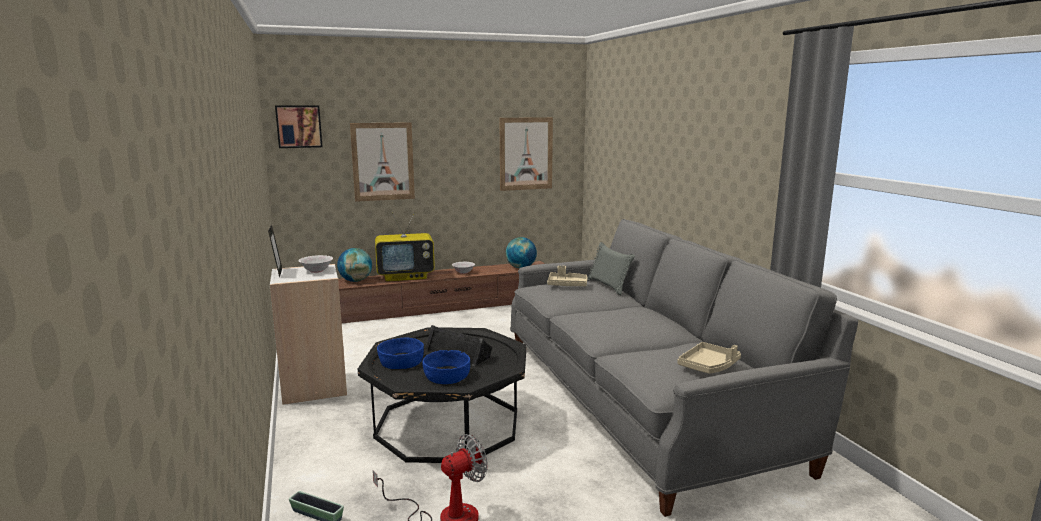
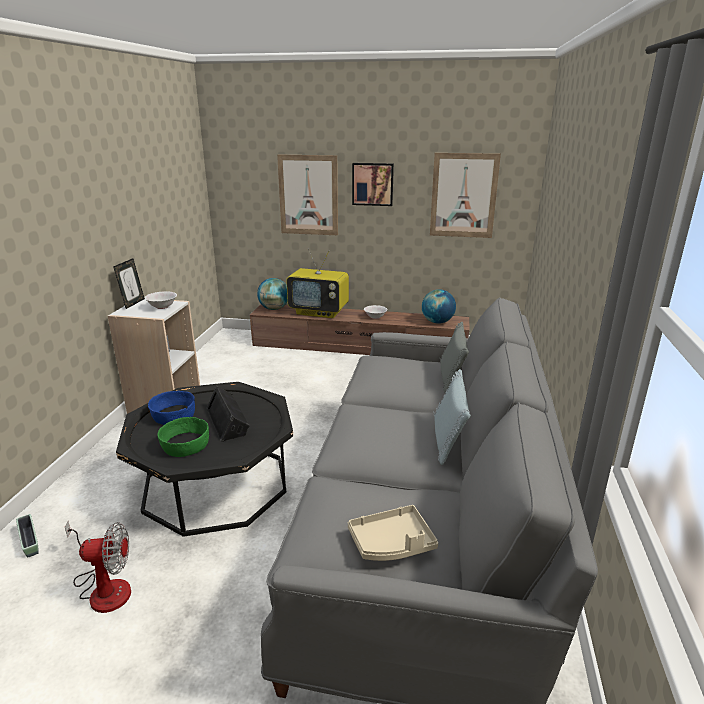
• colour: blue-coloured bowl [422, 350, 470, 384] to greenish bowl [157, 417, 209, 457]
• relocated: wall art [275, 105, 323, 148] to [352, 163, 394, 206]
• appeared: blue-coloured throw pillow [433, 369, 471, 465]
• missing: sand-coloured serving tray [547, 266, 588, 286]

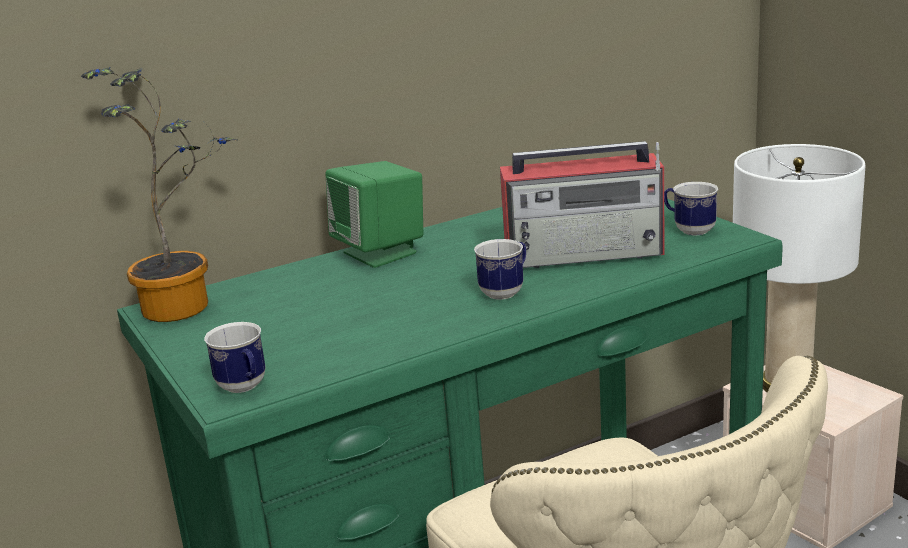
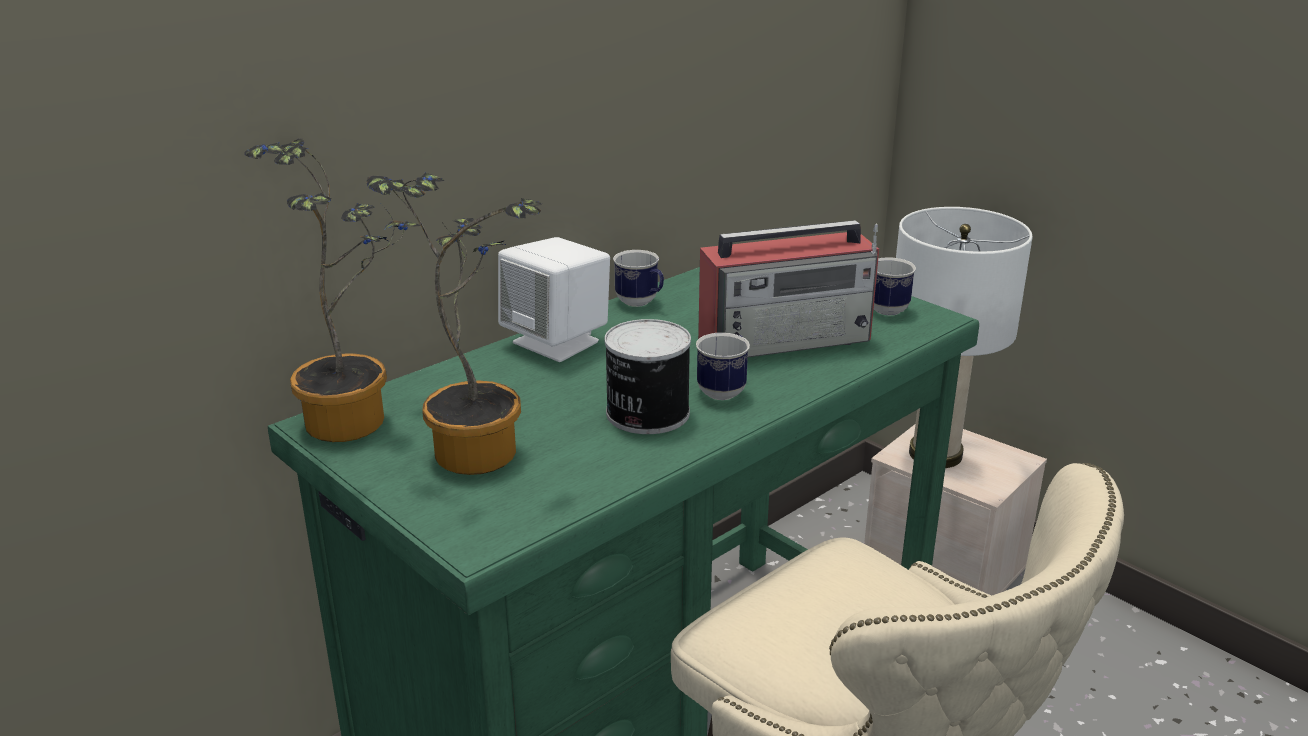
• appeared: plant in a pot [367, 172, 542, 475]
• colour: greenish audio speaker [325, 161, 423, 268] to white-coloured audio speaker [498, 237, 610, 362]
• appeared: metal can [604, 319, 691, 434]
• relocated: tea mug [204, 322, 265, 393] to [613, 250, 664, 307]

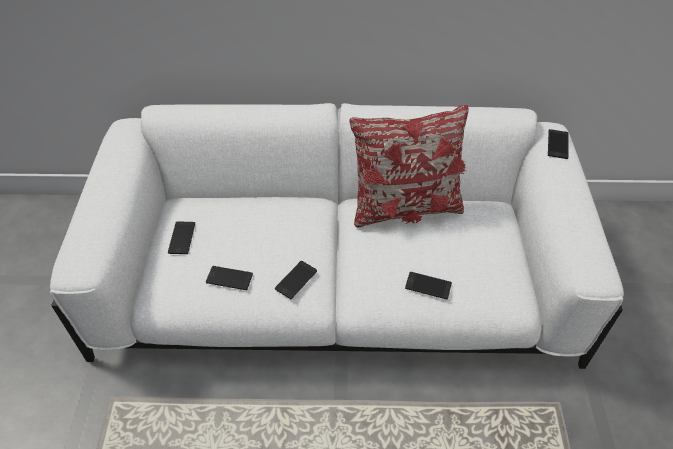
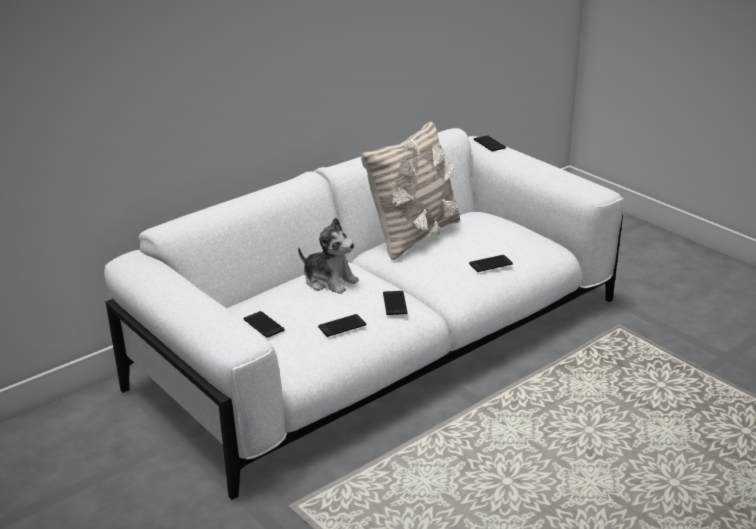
• appeared: soft toy [298, 217, 359, 294]
• colour: reddish throw pillow [350, 105, 469, 227] to sand-coloured throw pillow [361, 122, 460, 260]

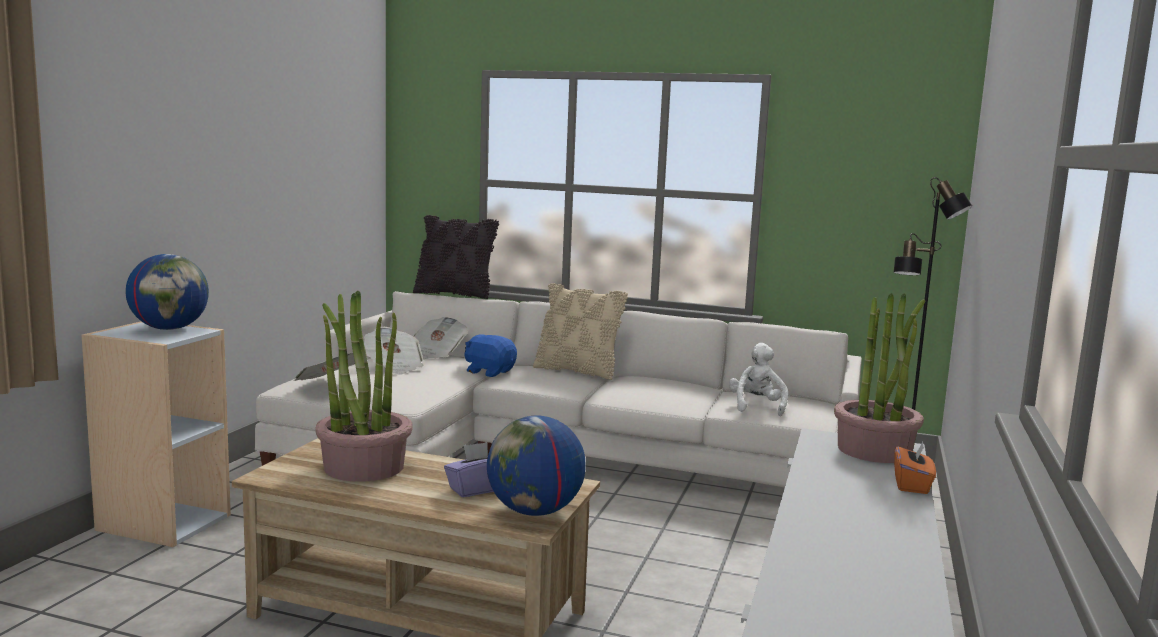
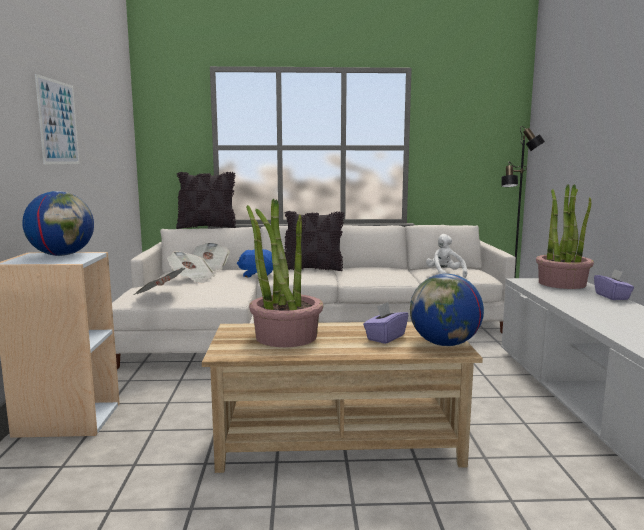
• appeared: wall art [35, 74, 80, 165]
• colour: sand-coloured throw pillow [533, 283, 628, 380] to blackish throw pillow [284, 211, 345, 271]
• colour: orange-coloured tissue box [894, 442, 936, 494] to purplish tissue box [594, 269, 634, 300]

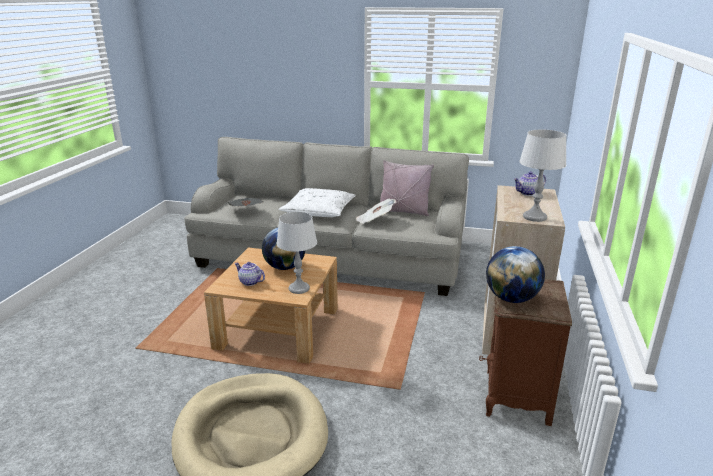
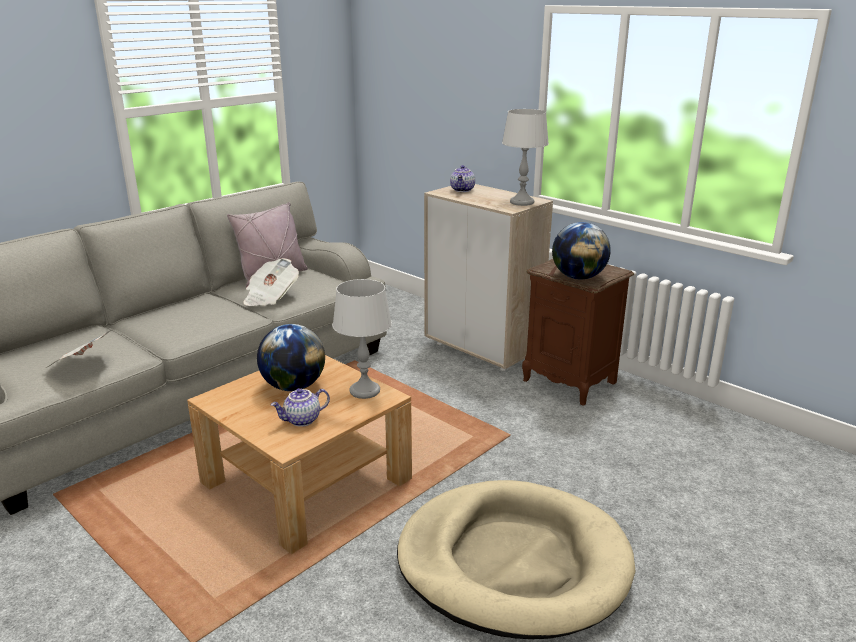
• missing: white-coloured throw pillow [279, 188, 356, 217]

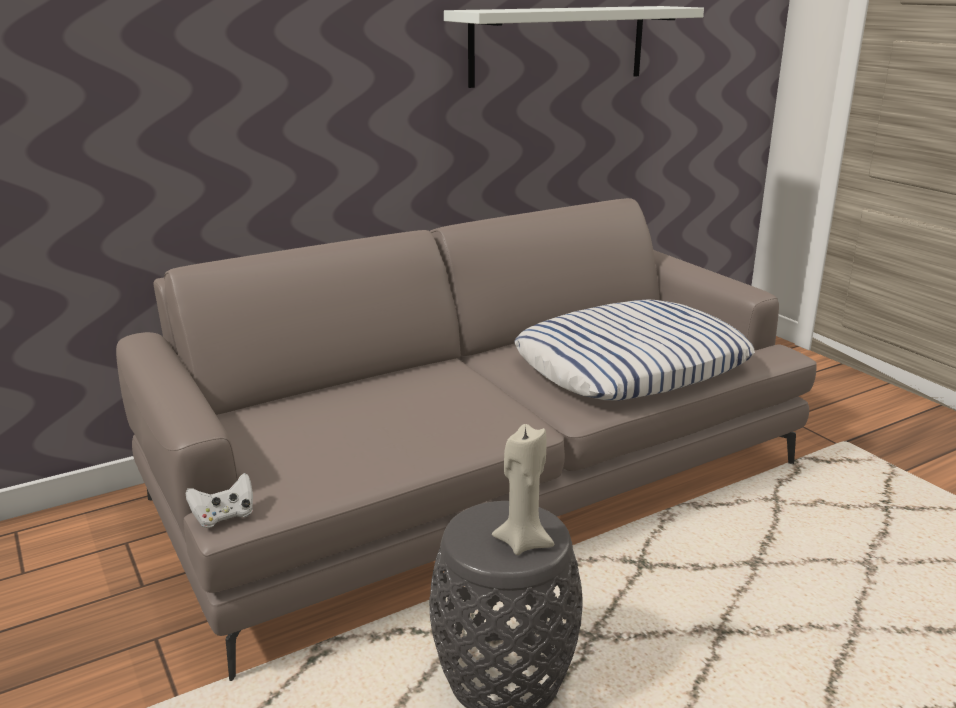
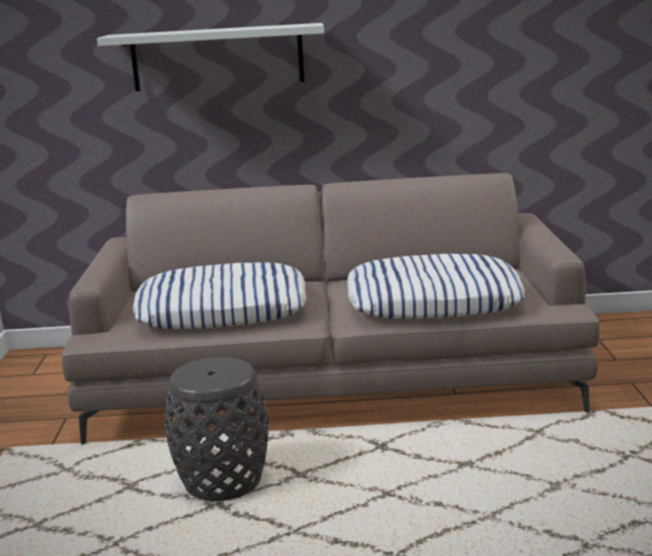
• relocated: white-coloured wall shelf [444, 6, 704, 88] to [97, 23, 324, 91]
• appeared: throw pillow [133, 262, 307, 329]
• missing: white-coloured joypad [186, 473, 253, 528]
• missing: sand-coloured wax light [492, 424, 554, 555]

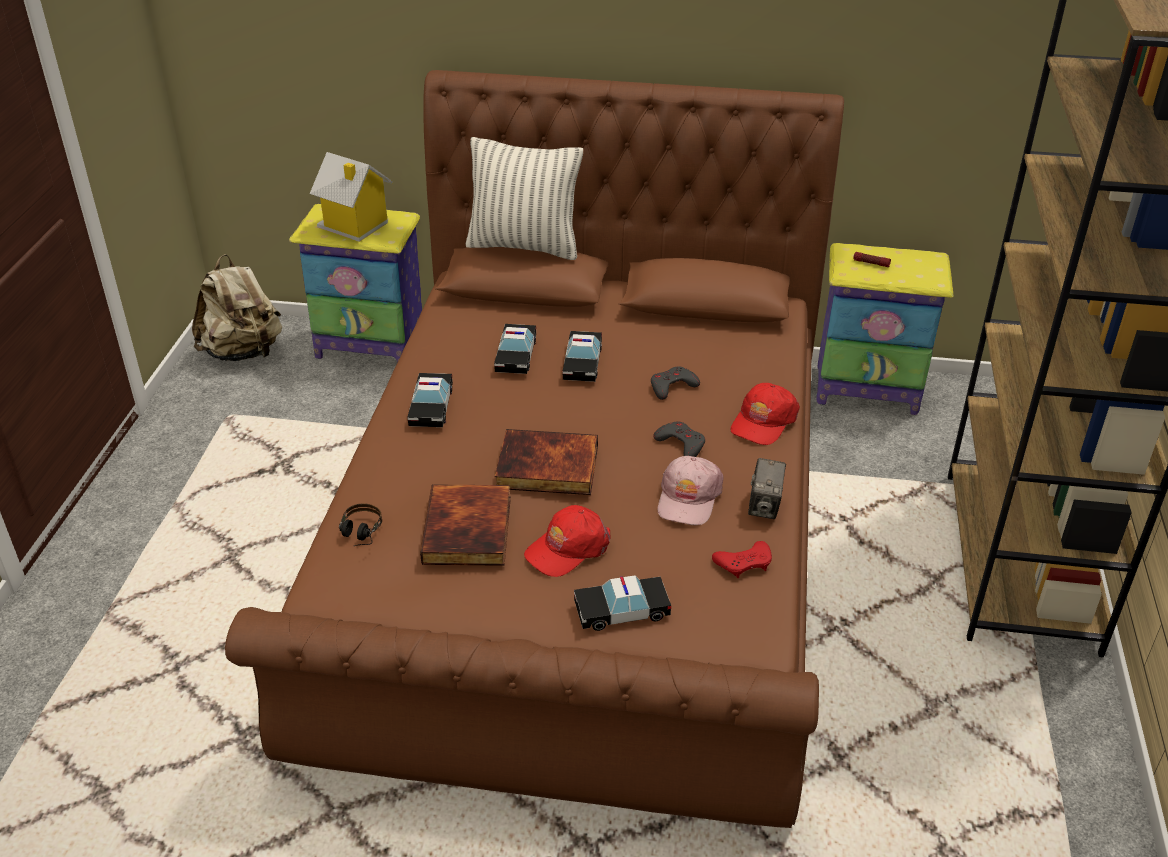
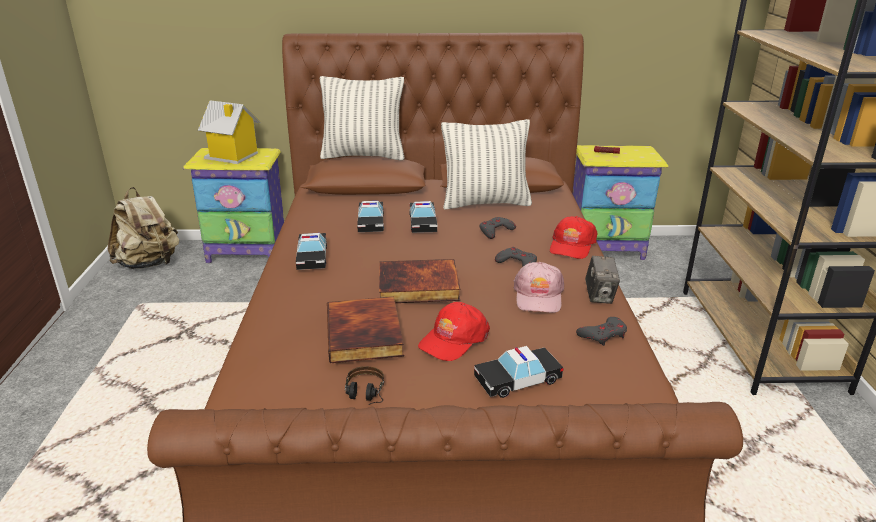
• relocated: headset [339, 503, 382, 546] to [345, 366, 384, 405]
• appeared: throw pillow [441, 119, 532, 210]
• colour: reddish joypad [712, 541, 772, 578] to gray joypad [576, 317, 627, 346]

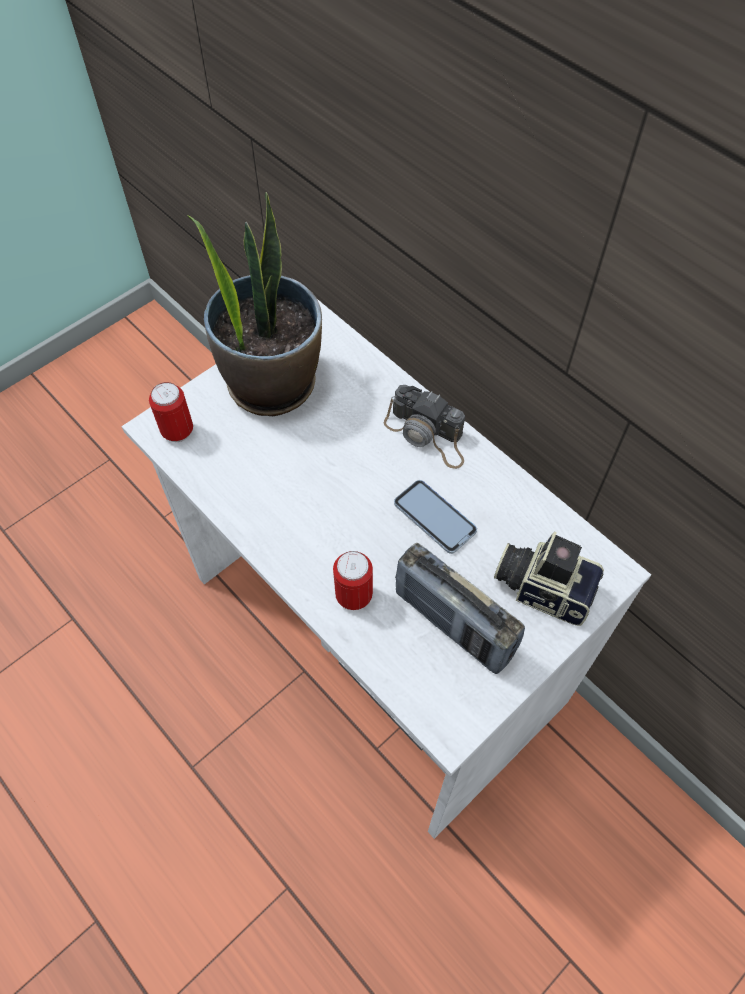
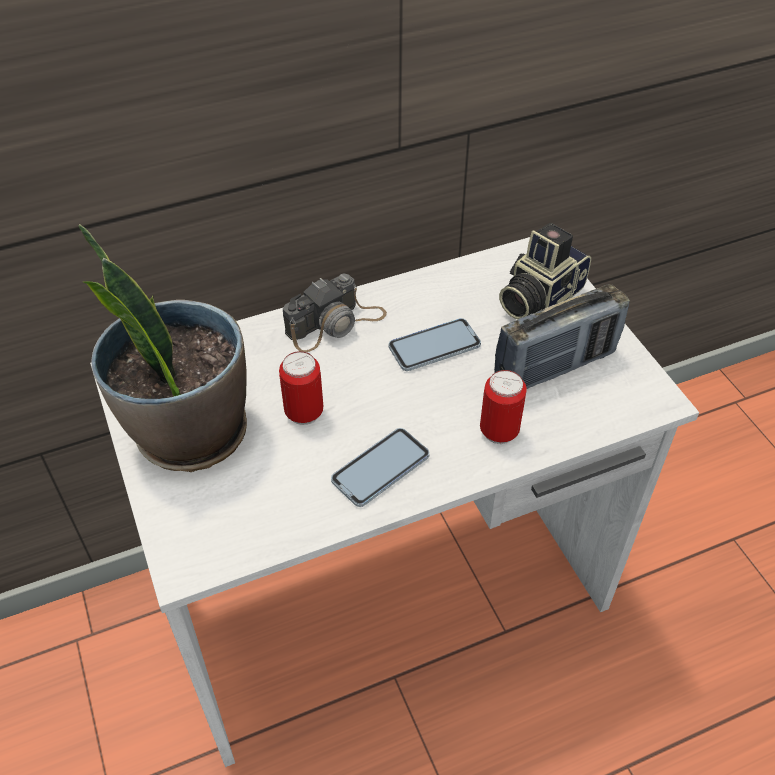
• relocated: metal can [149, 382, 193, 442] to [279, 351, 323, 425]
• appeared: phone [331, 428, 430, 507]

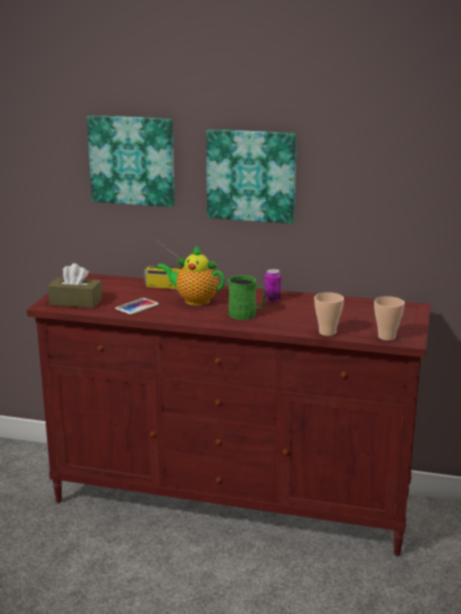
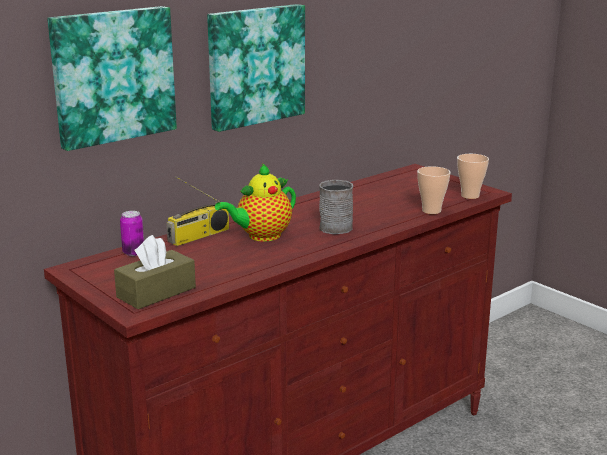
• relocated: metal can [265, 269, 281, 302] to [120, 211, 144, 256]
• colour: greenish tea mug [228, 275, 265, 320] to gray tea mug [319, 180, 353, 234]
• missing: phone [115, 298, 159, 315]

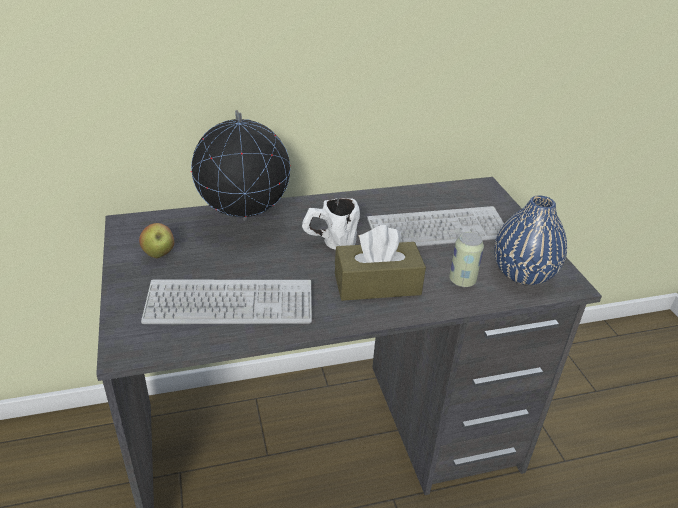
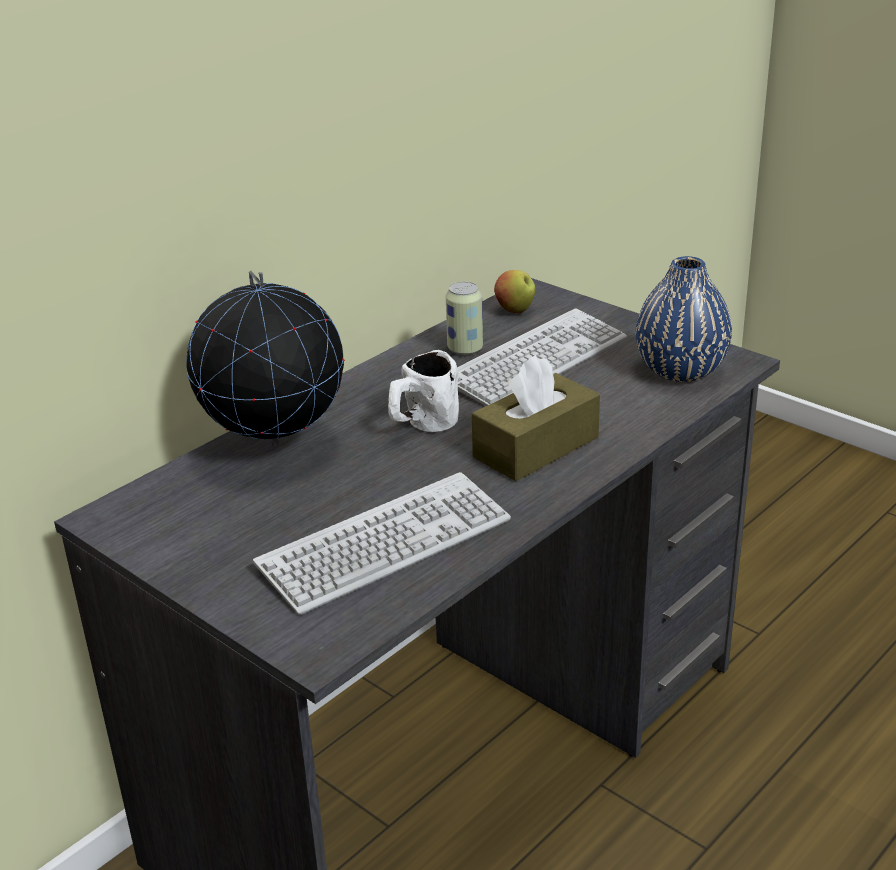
• relocated: metal can [449, 232, 484, 287] to [446, 282, 483, 355]
• relocated: whole apple [139, 223, 174, 258] to [494, 270, 535, 313]

